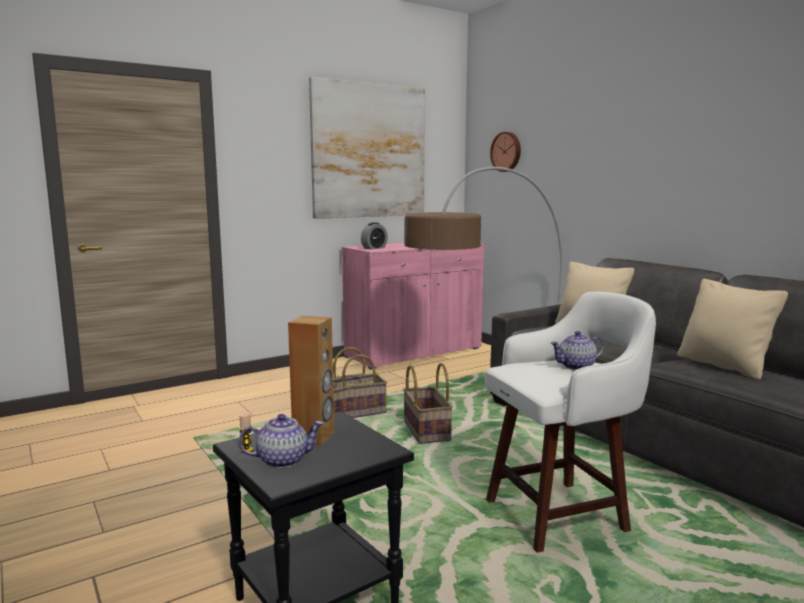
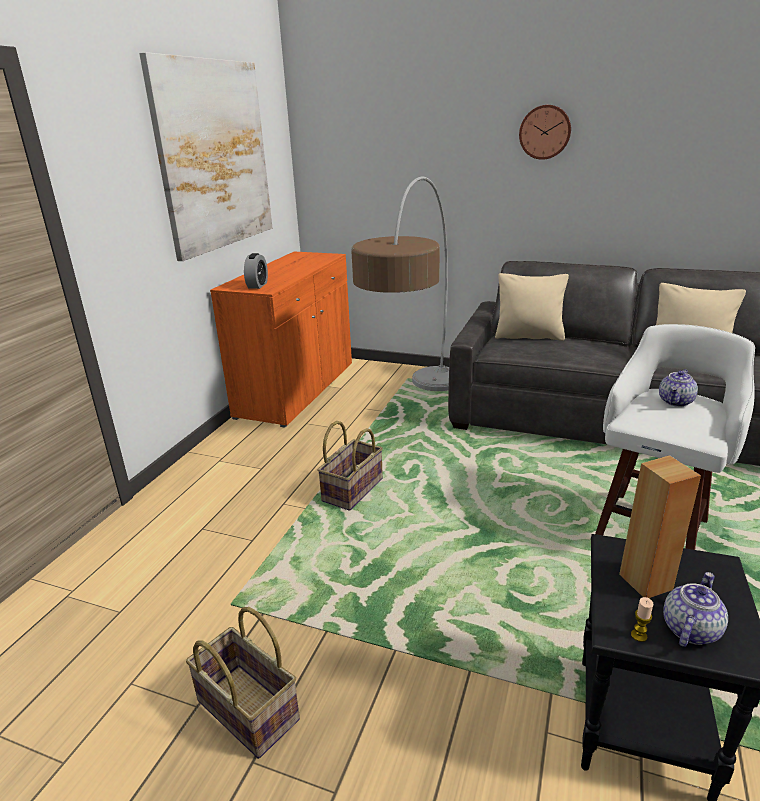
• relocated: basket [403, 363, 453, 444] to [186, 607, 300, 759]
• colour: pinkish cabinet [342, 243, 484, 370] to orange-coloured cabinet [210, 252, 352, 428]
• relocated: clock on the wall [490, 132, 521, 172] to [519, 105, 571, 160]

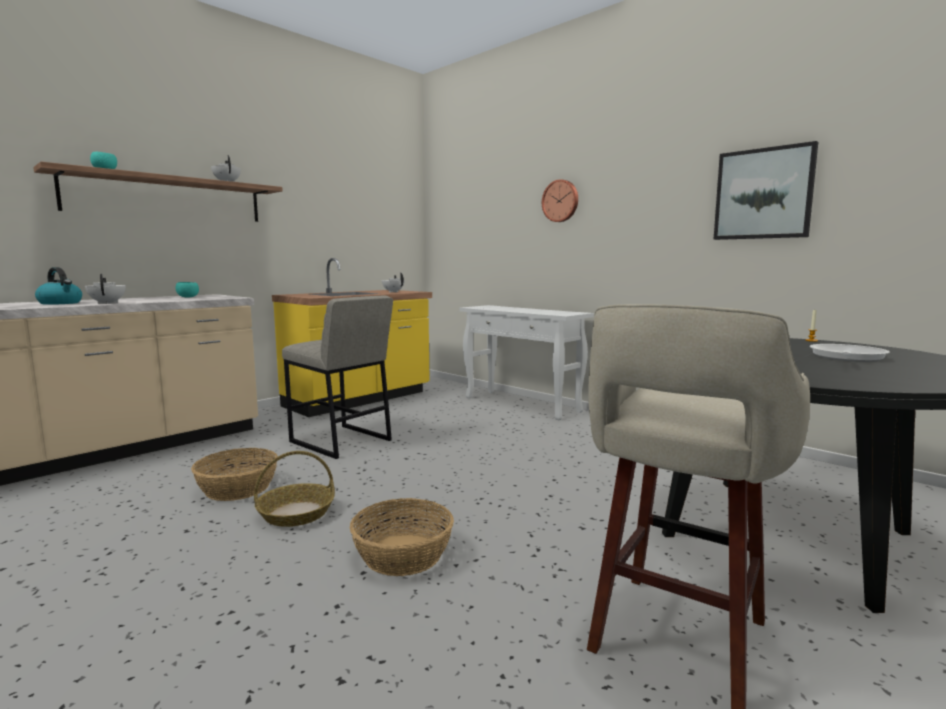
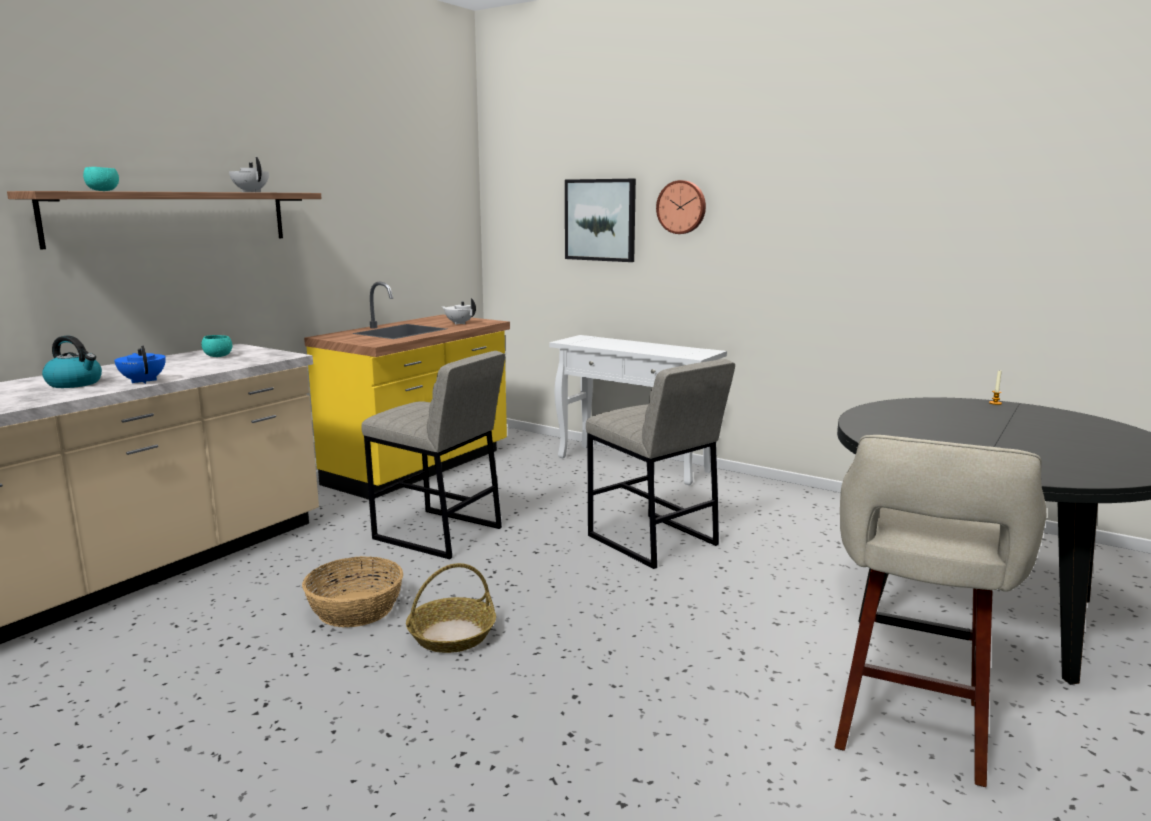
• colour: white-coloured teapot [85, 274, 126, 304] to blue-coloured teapot [114, 345, 166, 384]
• relocated: wall art [713, 141, 818, 240] to [565, 179, 636, 262]
• appeared: gray plain chair [586, 359, 735, 569]
• missing: basket [350, 498, 454, 576]
• missing: pan [810, 344, 890, 362]

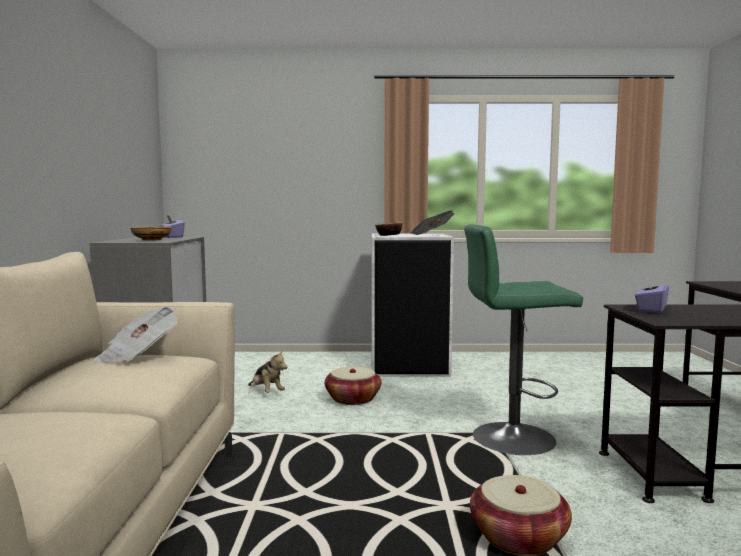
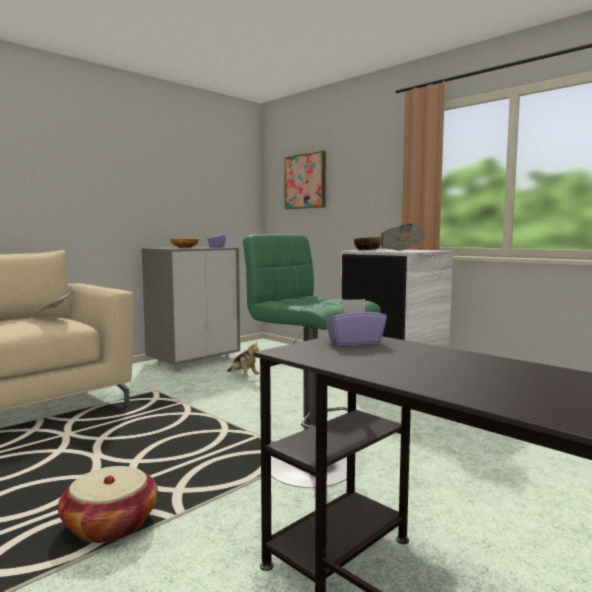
• spun: soft toy [248, 351, 287, 393] = [227, 342, 260, 376] 45 degrees counterclockwise
• appeared: wall art [284, 151, 326, 210]
• missing: basket [325, 366, 381, 405]

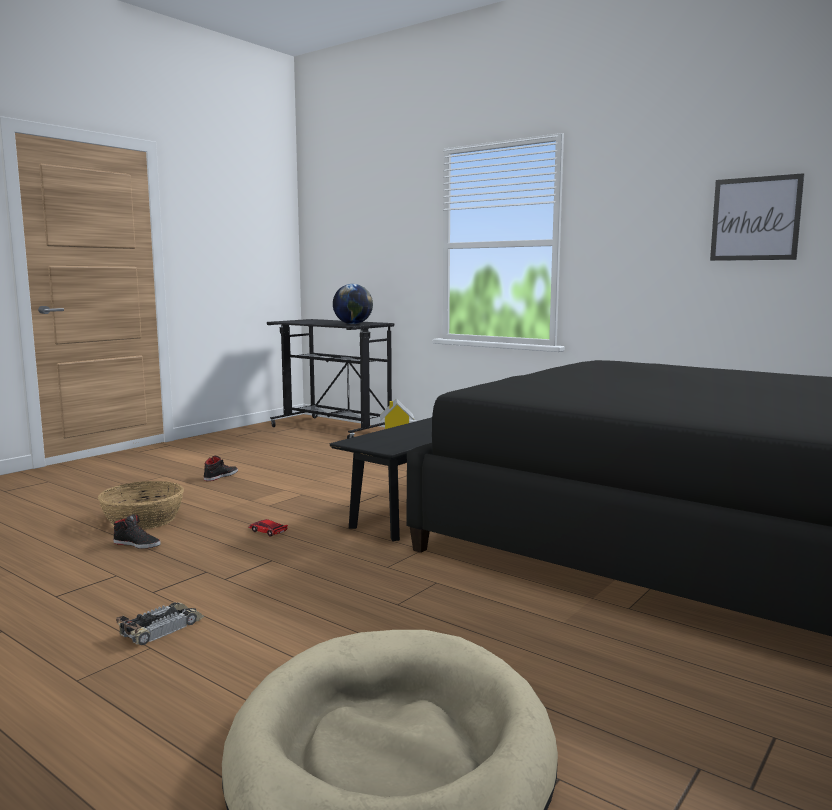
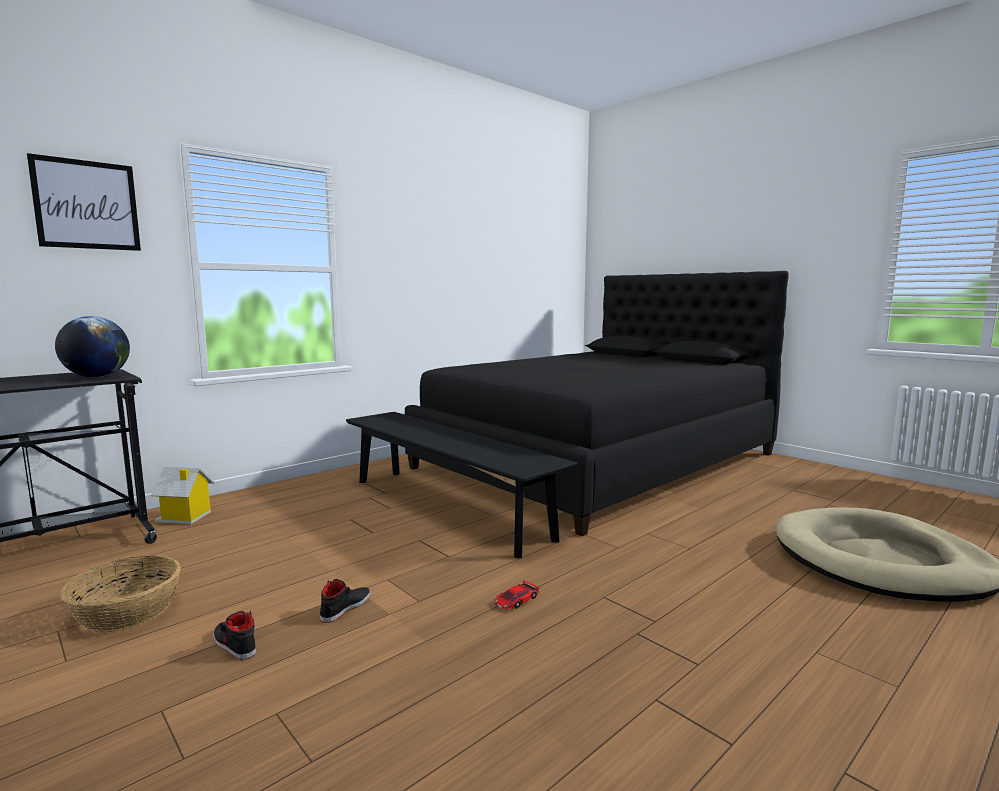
• relocated: wall art [710, 173, 804, 261] to [27, 153, 141, 251]
• relocated: basket [98, 481, 184, 530] to [61, 555, 181, 632]
• relocated: blackish item of footwear [113, 514, 161, 549] to [320, 579, 371, 623]
• missing: model car [116, 602, 205, 645]

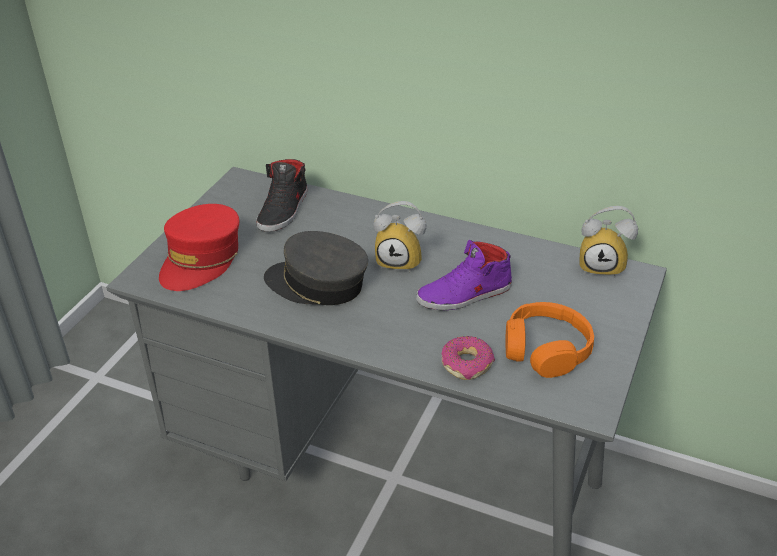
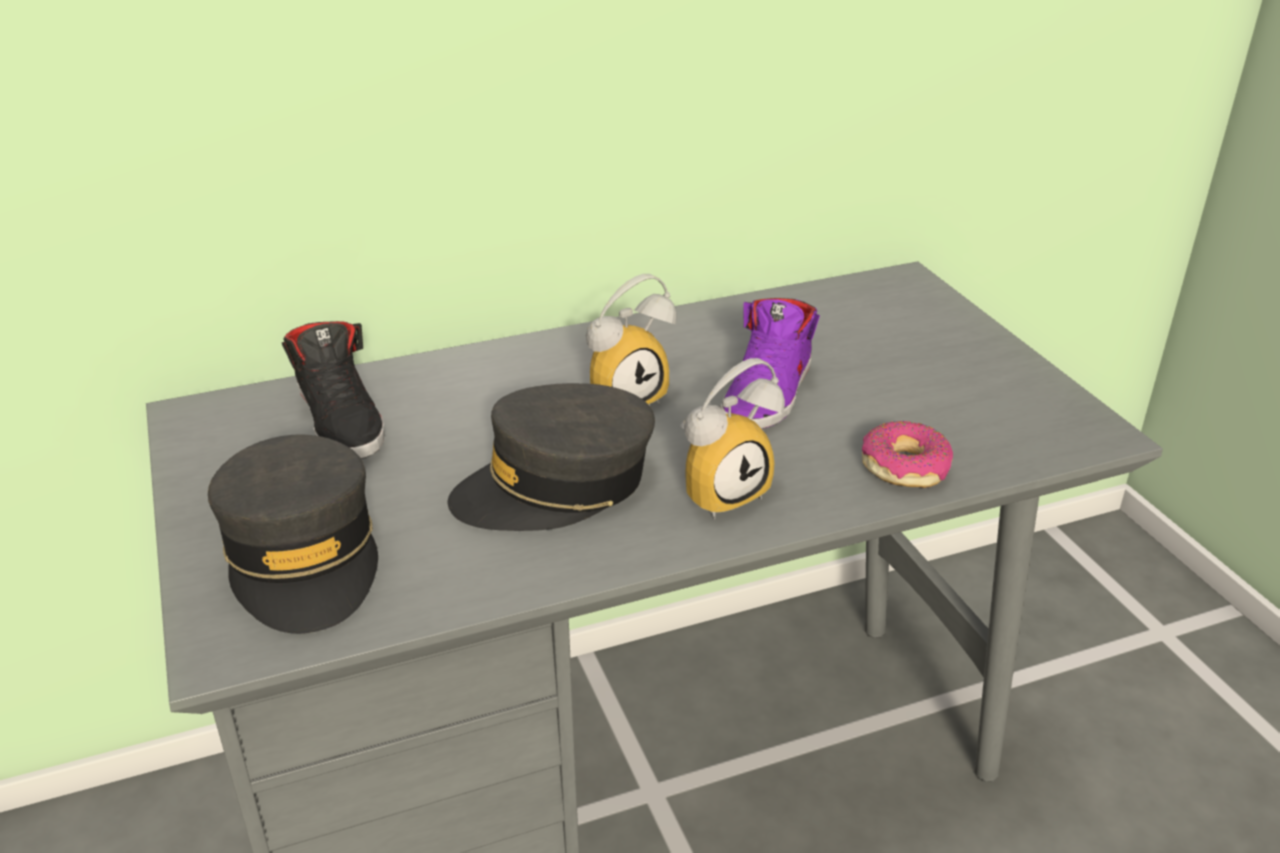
• colour: reddish peaked cap [159, 204, 239, 291] to gray peaked cap [208, 434, 378, 634]
• relocated: alarm clock [579, 206, 638, 278] to [680, 358, 785, 519]
• missing: orange-coloured headset [505, 302, 594, 378]

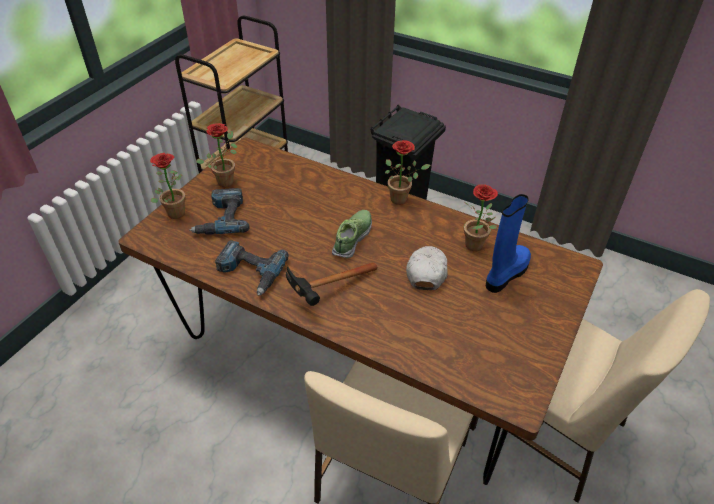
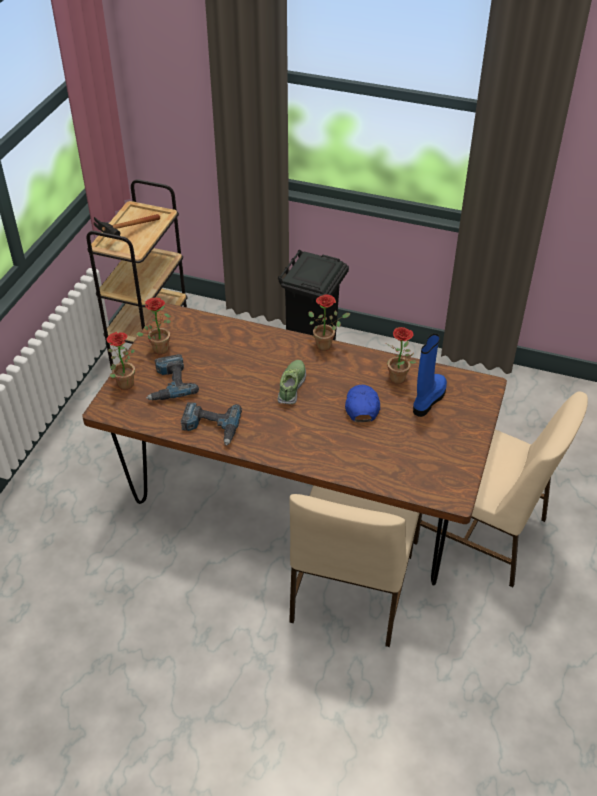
• relocated: hand hammer [286, 263, 377, 306] to [94, 214, 160, 236]
• colour: white-coloured peaked cap [406, 246, 448, 290] to blue-coloured peaked cap [345, 385, 380, 422]

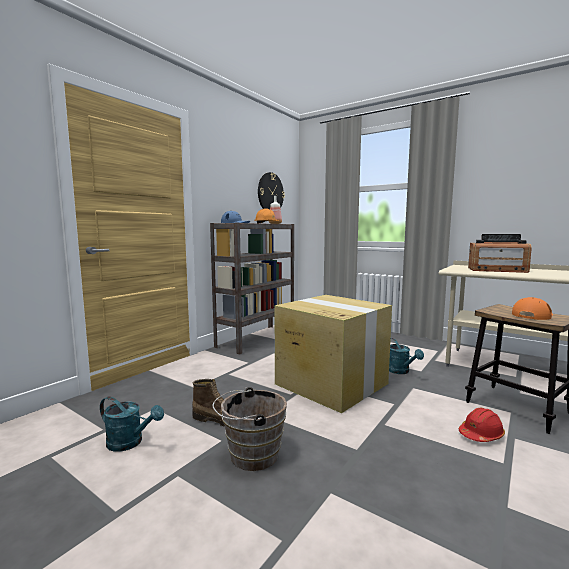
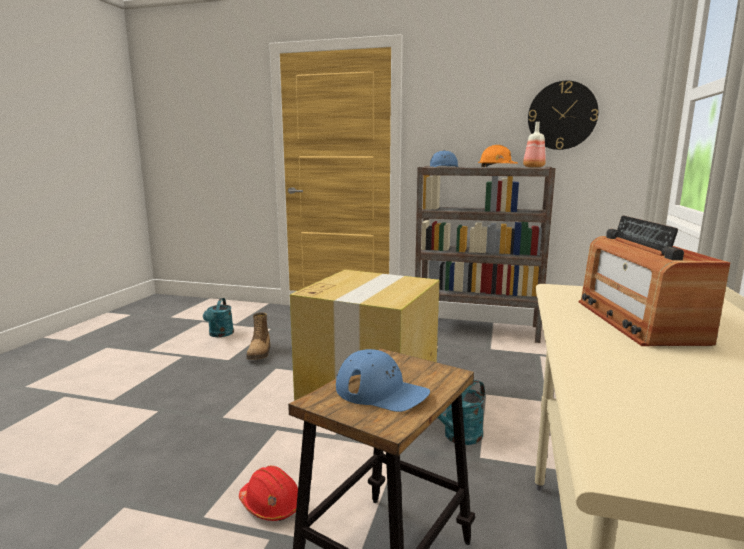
• colour: orange-coloured peaked cap [512, 297, 553, 320] to blue-coloured peaked cap [336, 349, 430, 412]
• missing: brownish pail [213, 387, 287, 471]

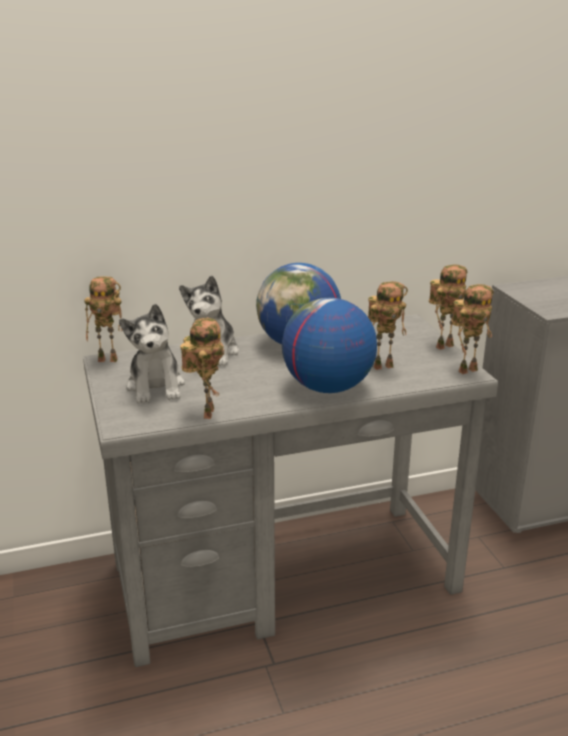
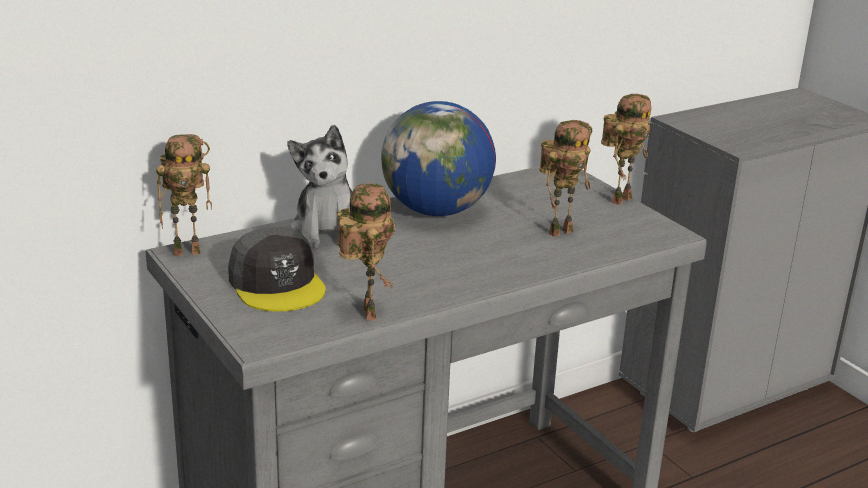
• exchanged: soft toy [119, 304, 185, 404] to gray peaked cap [228, 227, 326, 312]
• missing: globe [282, 298, 377, 393]
• missing: robot figure [452, 284, 494, 374]

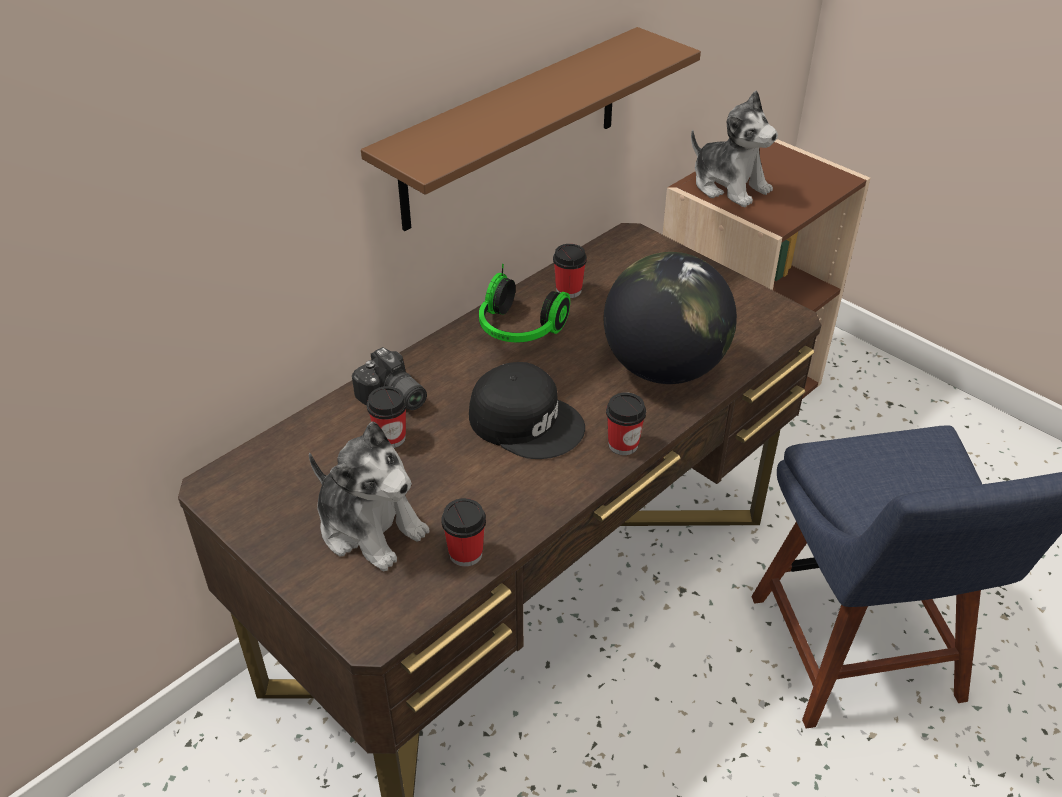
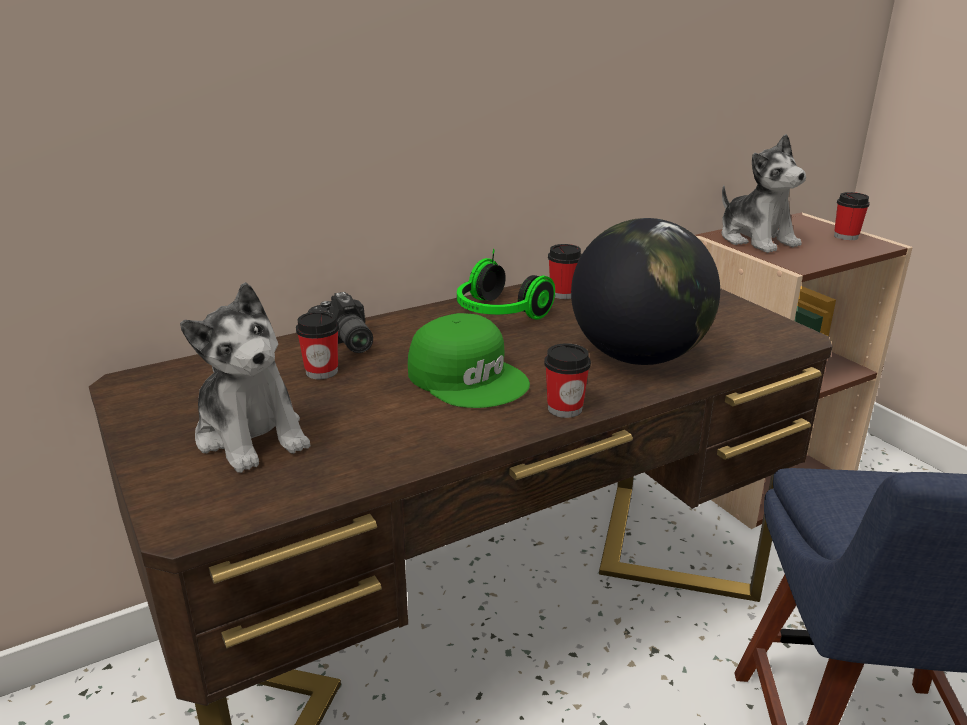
• colour: blackish peaked cap [469, 362, 585, 459] to greenish peaked cap [408, 313, 530, 408]
• relocated: drinking cup [442, 498, 486, 567] to [834, 192, 870, 240]
• missing: brownish wall shelf [361, 27, 701, 231]

